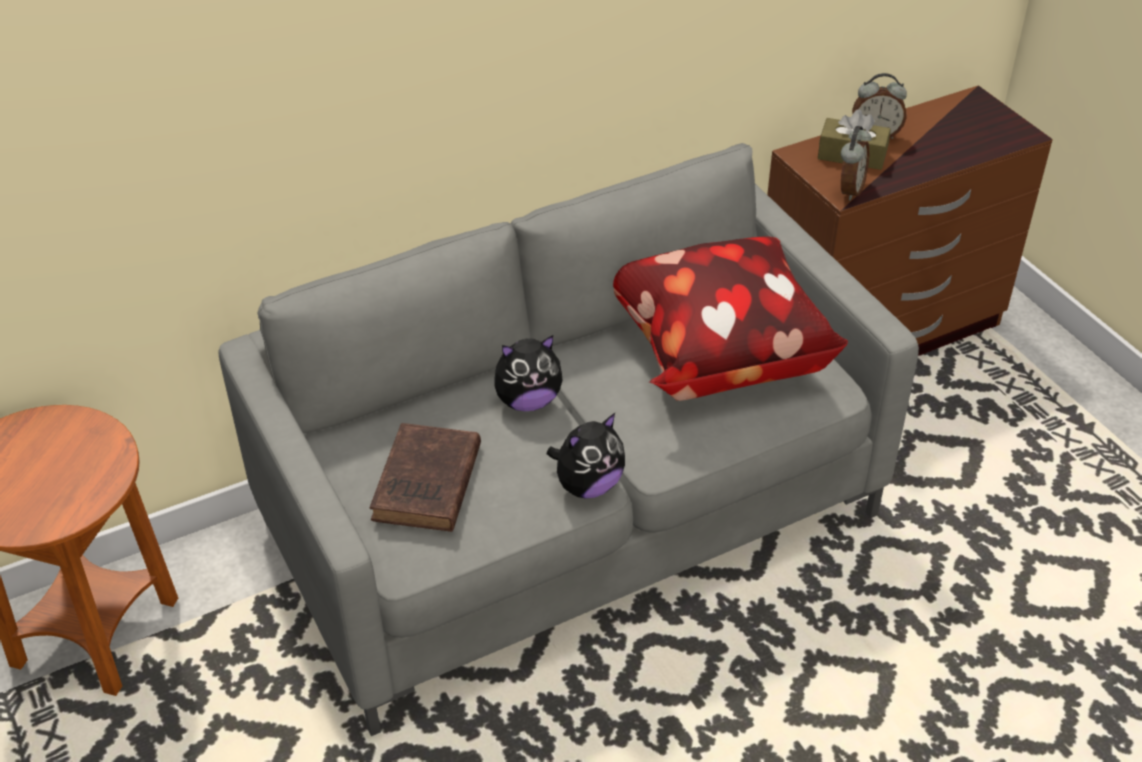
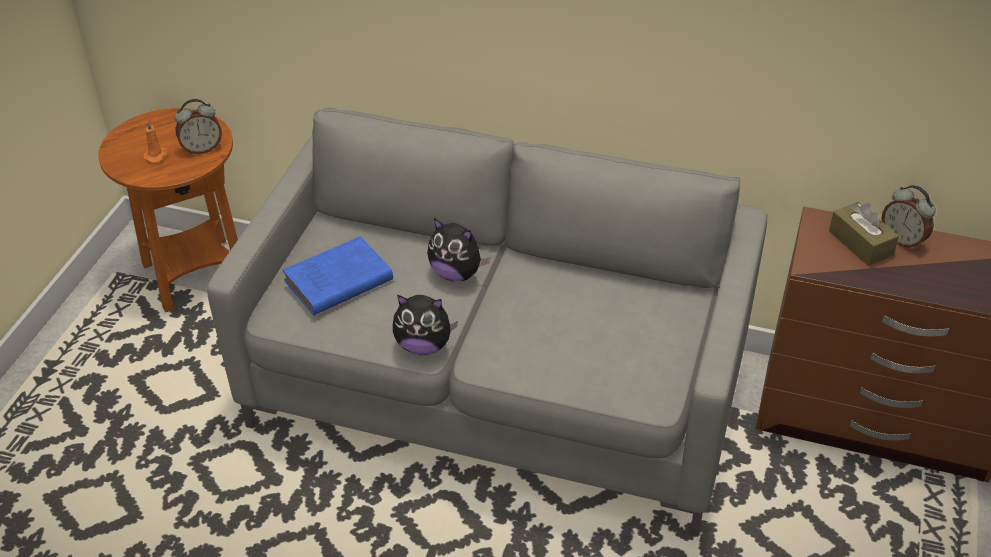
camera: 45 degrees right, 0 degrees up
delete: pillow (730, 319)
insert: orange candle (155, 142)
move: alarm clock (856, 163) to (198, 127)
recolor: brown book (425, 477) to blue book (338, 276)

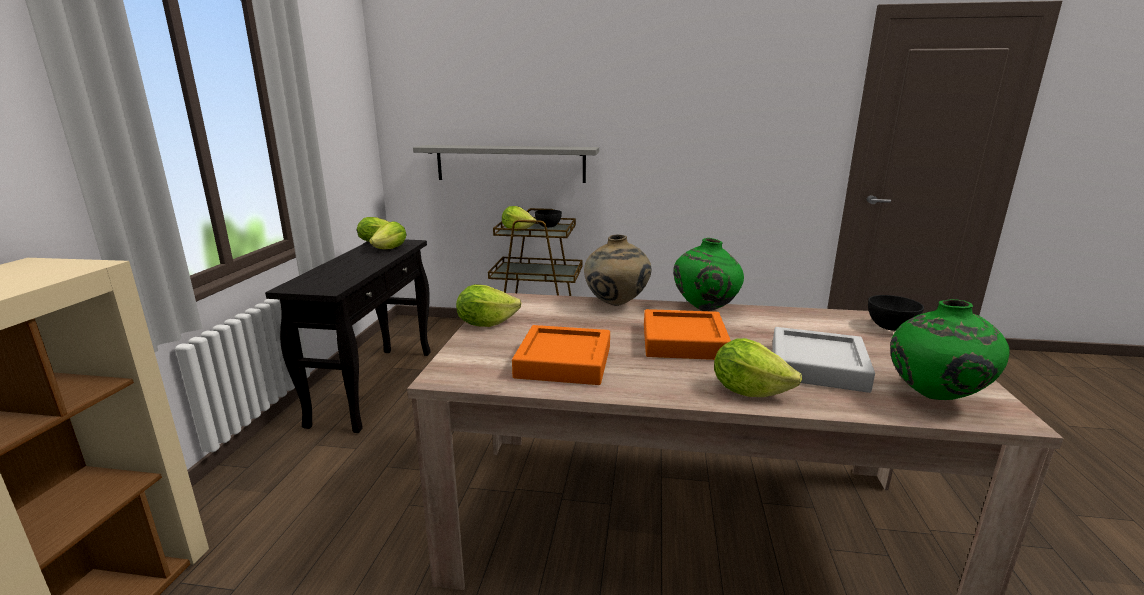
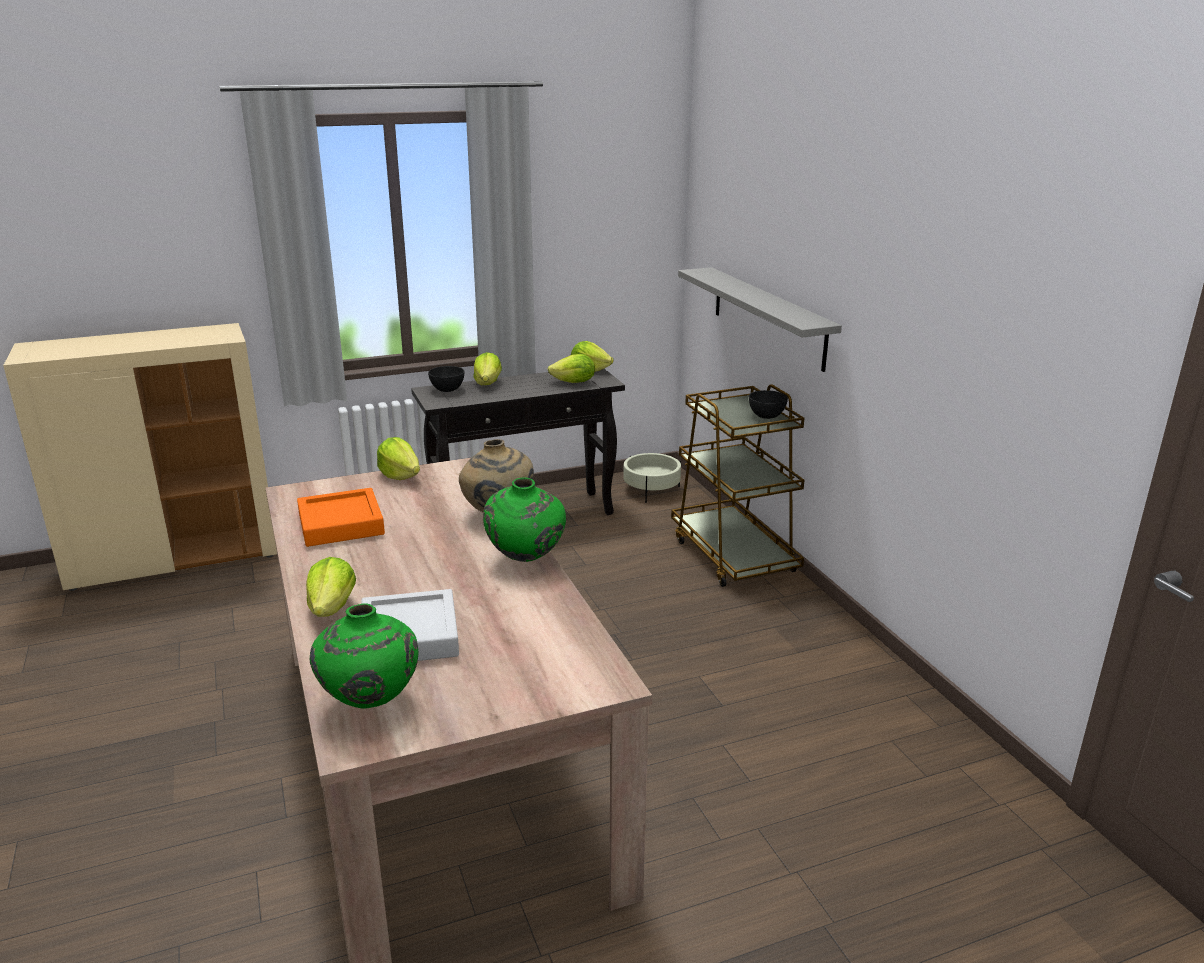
camera: 60 degrees right, 5 degrees up
delete: orange tray (687, 334)
insert: beige planter (652, 478)
move: lettuce (519, 218) to (487, 368); black bowl (896, 313) to (446, 379)

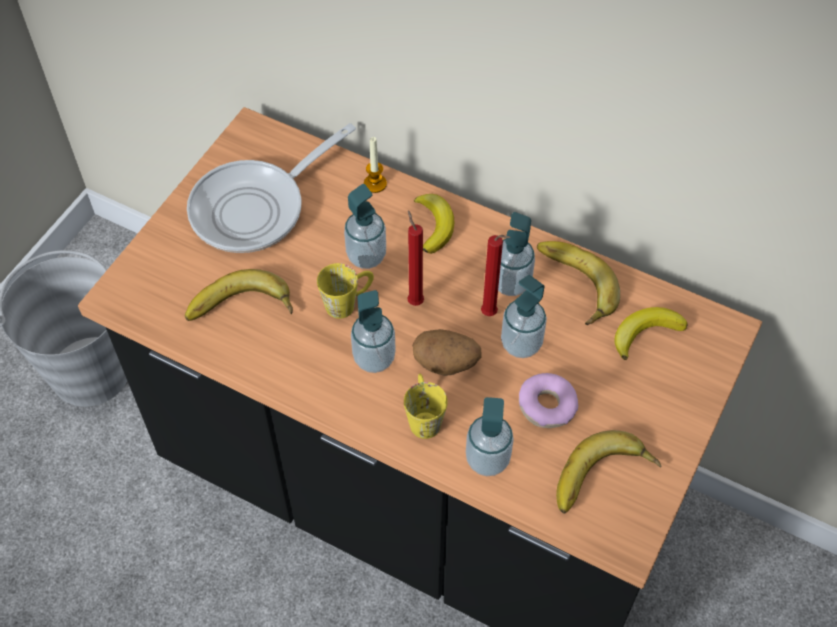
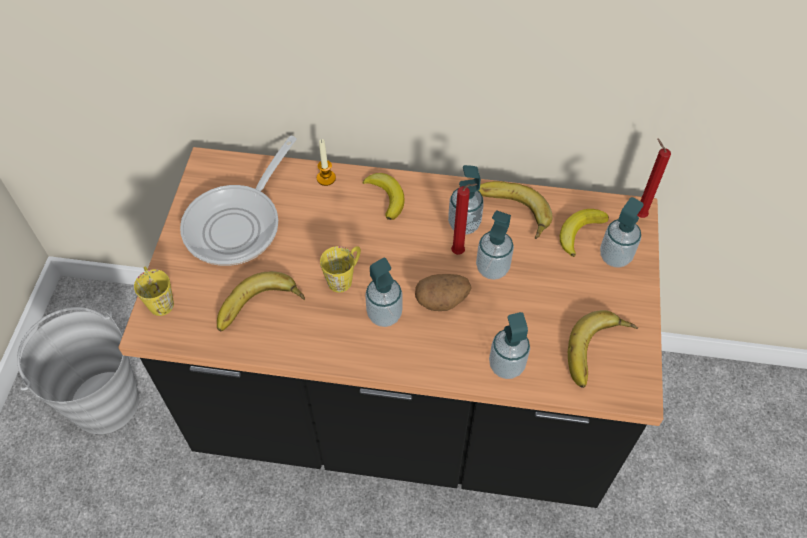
camera: 20 degrees left, 0 degrees up
delete: donut (548, 400)
move: soap dispenser (365, 226) to (622, 232); yellow mug (426, 406) to (154, 291); red candle (416, 258) to (654, 178)

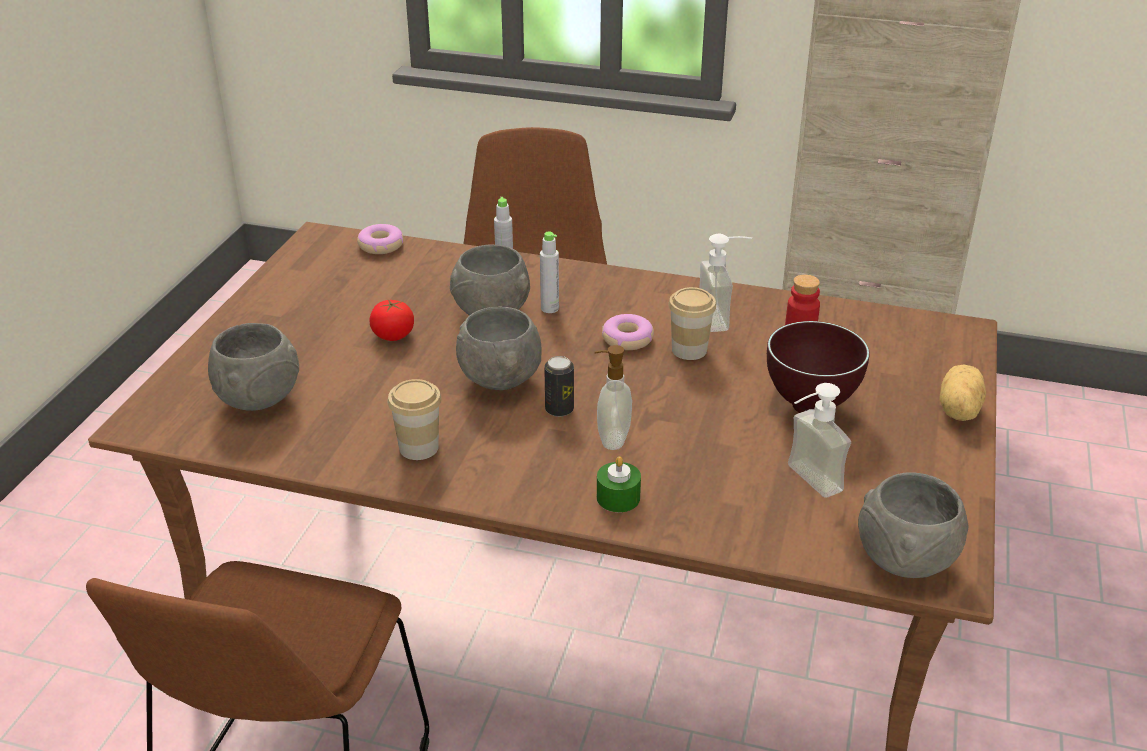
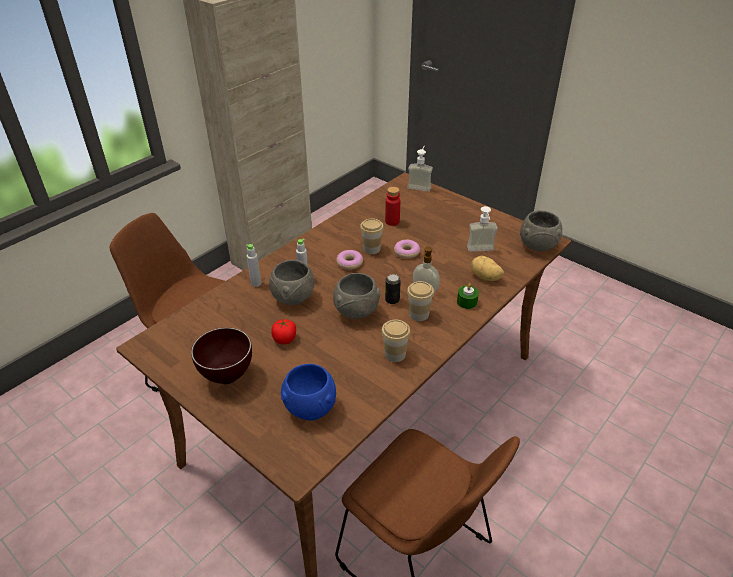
camera: 65 degrees left, 5 degrees up
insert: cup (420, 301)
move: donut (380, 239) to (407, 249); soap dispenser (725, 283) to (420, 168); brown bowl (818, 367) to (221, 356); potato (962, 393) to (487, 268)
recolor: grey bowl (253, 367) to blue bowl (308, 392)

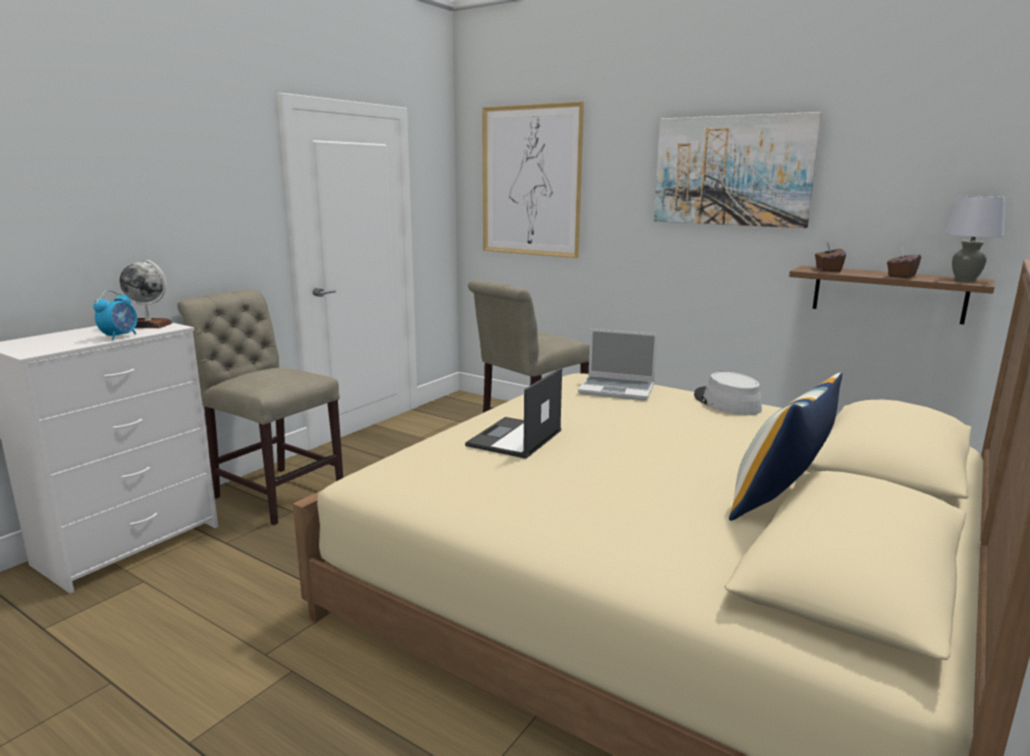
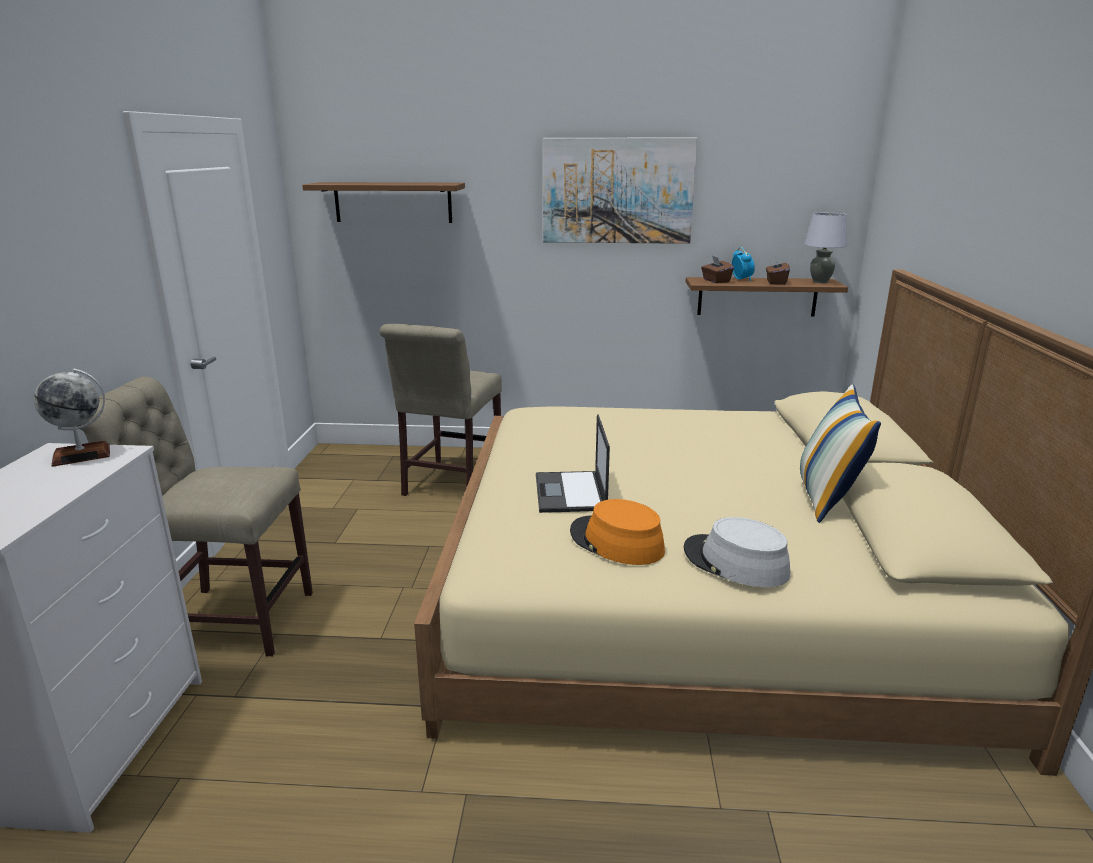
camera: 30 degrees left, 5 degrees up
delete: laptop (618, 365)
insert: orange hat (617, 532)
move: alarm clock (115, 315) to (743, 264); grey hat (728, 393) to (736, 552)
replace: picture (533, 179) to brown shelf (383, 202)

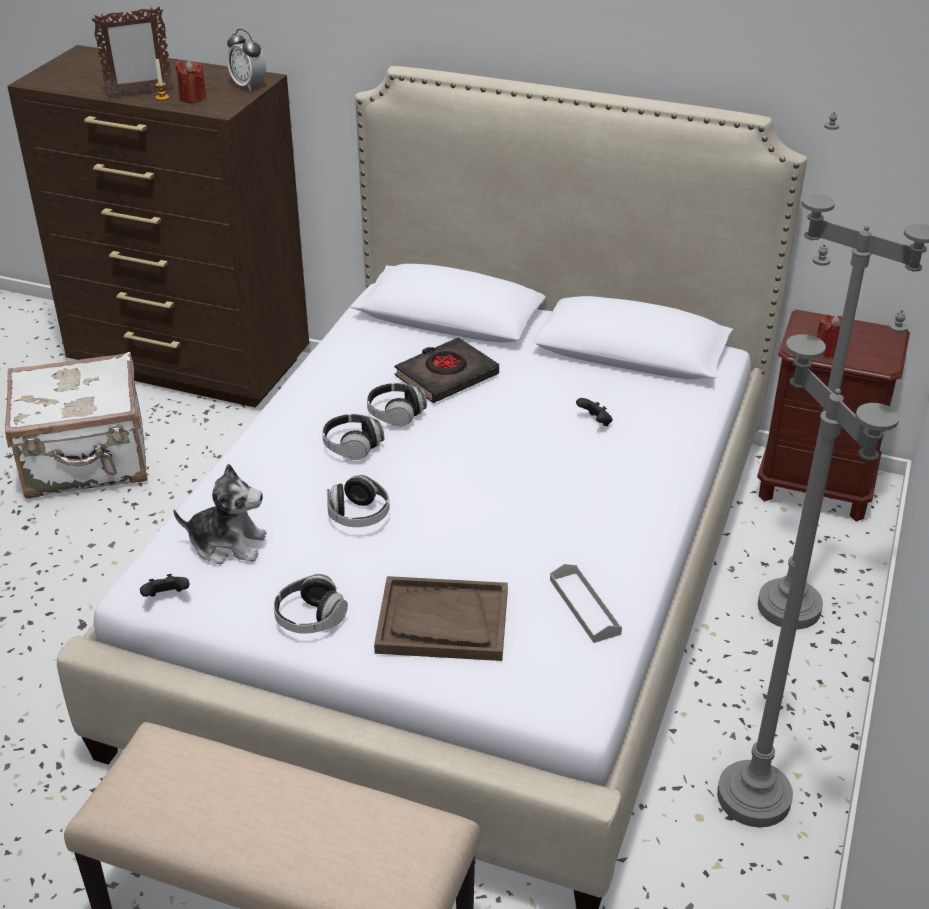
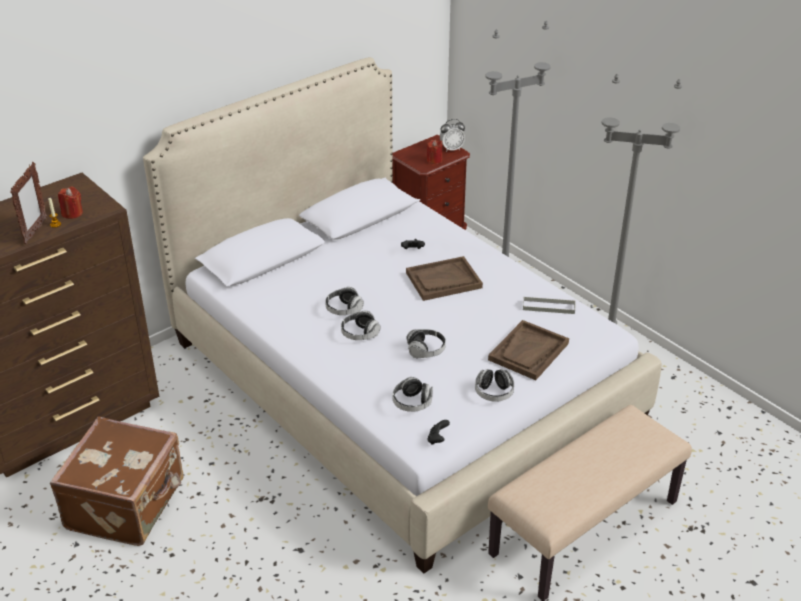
camera: 60 degrees left, 0 degrees up
delete: black book (447, 370)
insert: brown tray (444, 278)
move: alarm clock (246, 60) to (452, 135)
replace: plush toy (220, 514) to headphones (413, 394)
recolor: white suitcase (76, 425) to brown suitcase (117, 481)

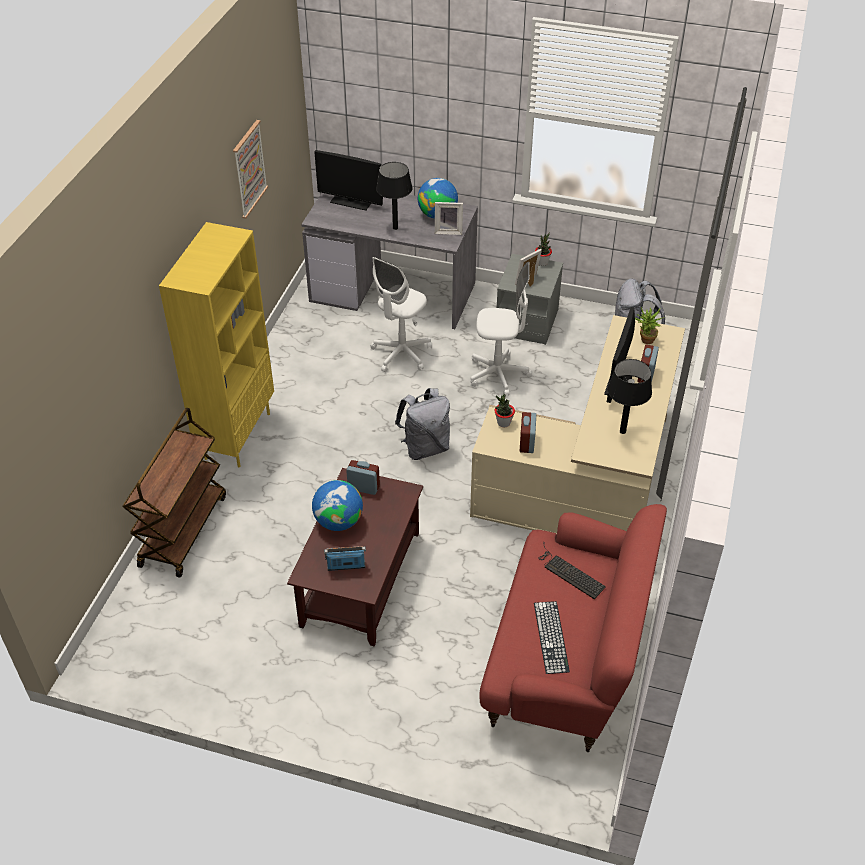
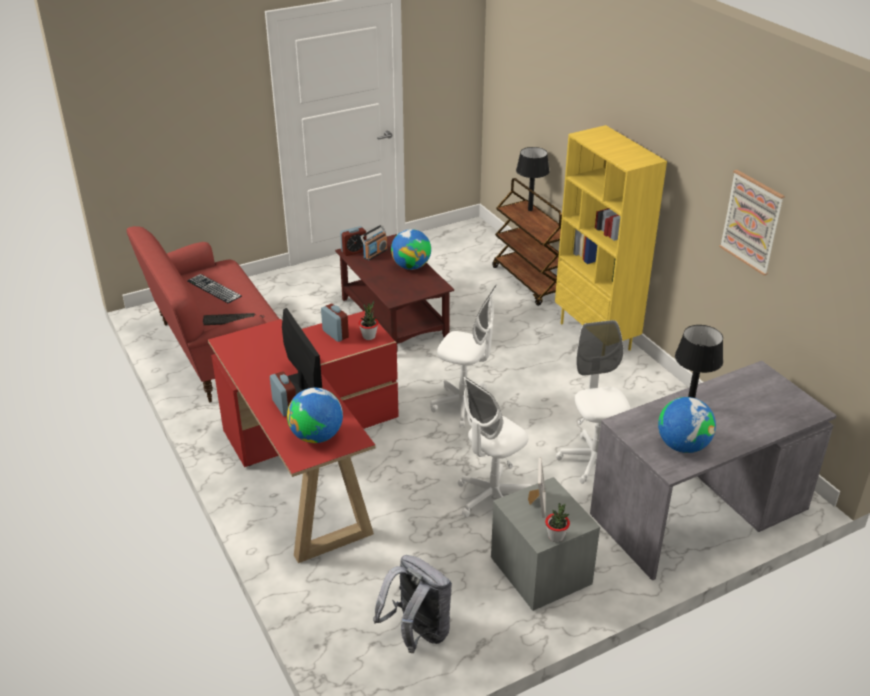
camera: 135 degrees right, 10 degrees down
delete: monitor (348, 180); picture frame (449, 218)
move: alarm clock (363, 477) to (353, 241); black table lamp (629, 396) to (533, 179)
replace: grey backpack (422, 424) to white office chair (463, 356); potted plant (650, 325) to globe (315, 415)
recolor: beige desk (577, 424) to red desk (303, 437)

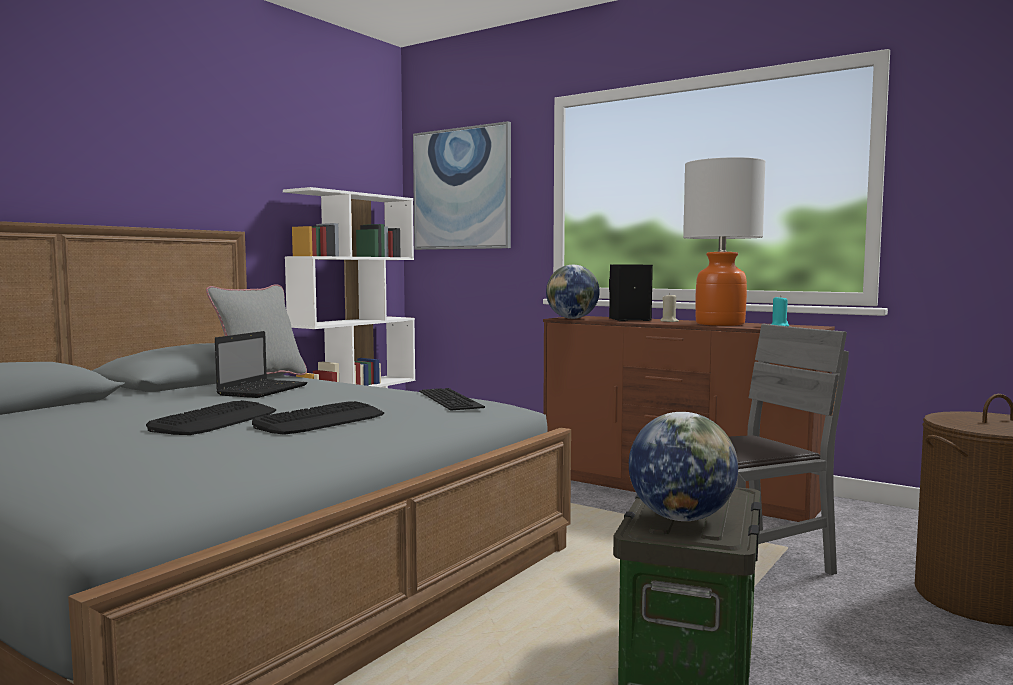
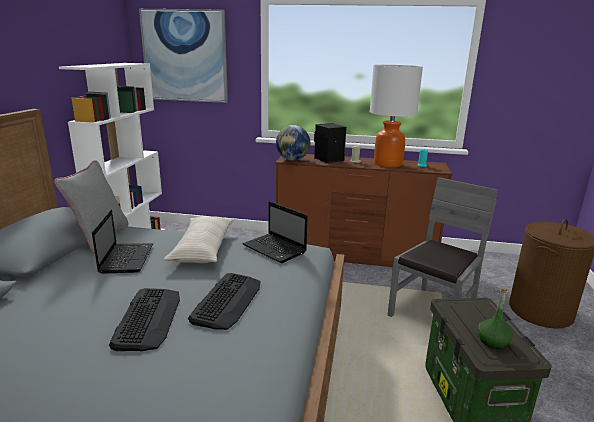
camera: 25 degrees left, 15 degrees up
insert: beige pillow (199, 239)
replace: keyboard (452, 399) to laptop (275, 232); globe (683, 466) to green bottle (495, 318)

